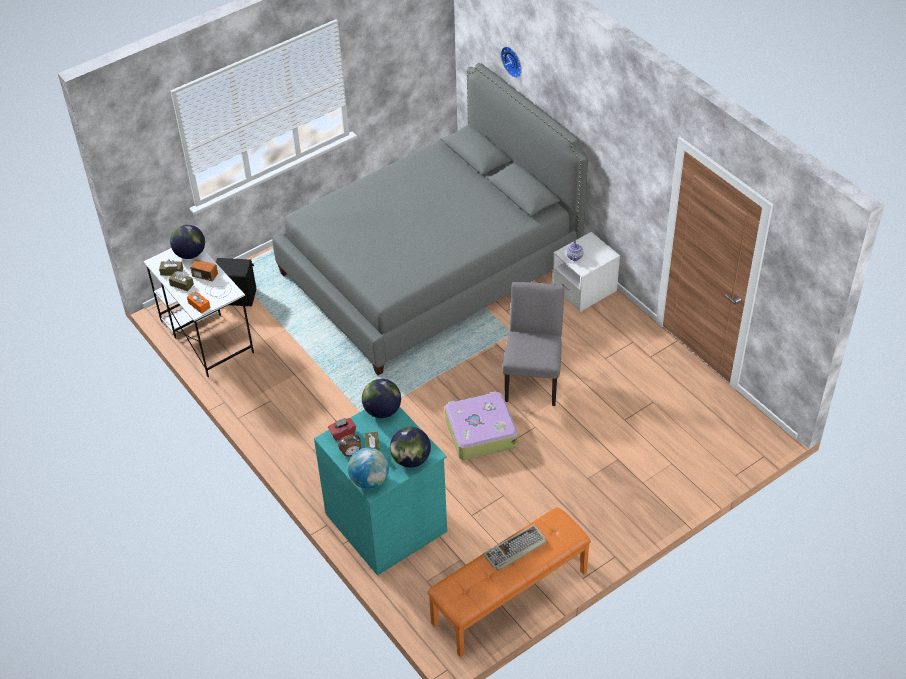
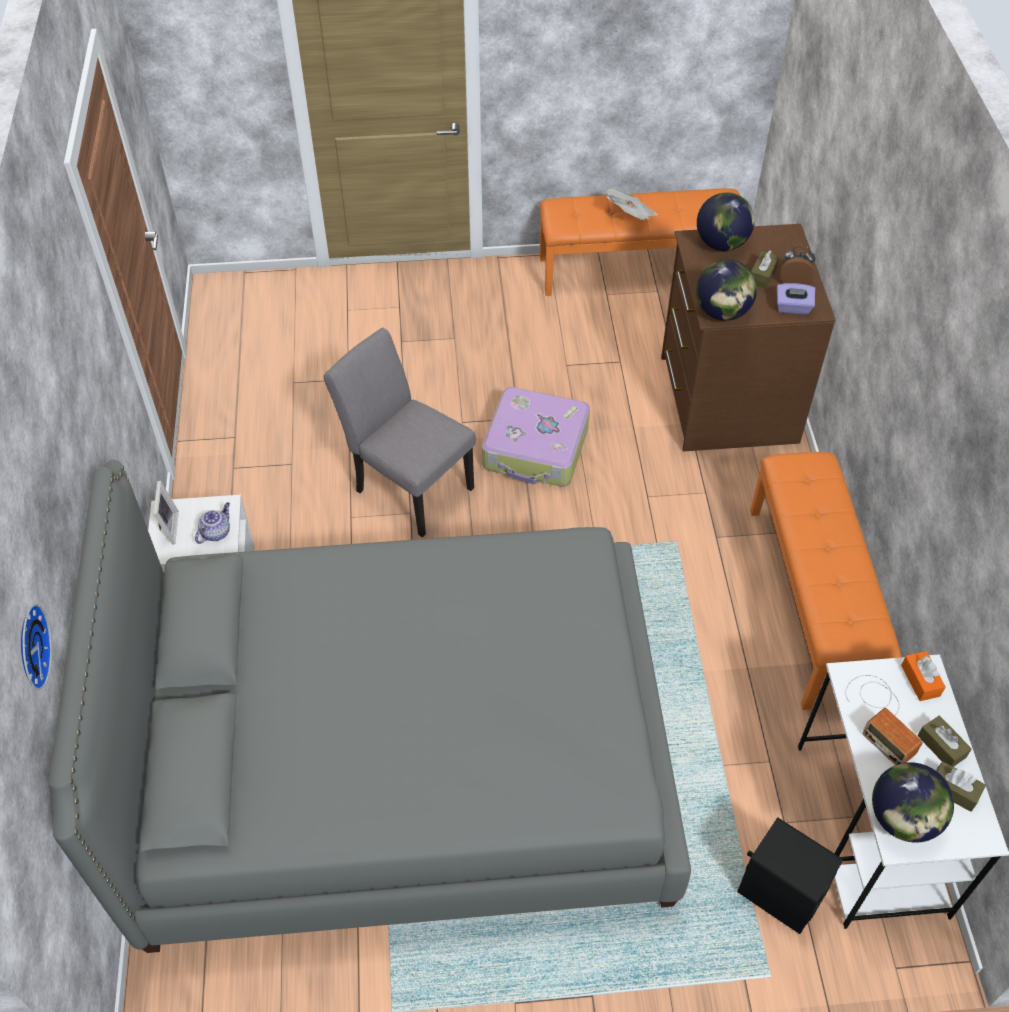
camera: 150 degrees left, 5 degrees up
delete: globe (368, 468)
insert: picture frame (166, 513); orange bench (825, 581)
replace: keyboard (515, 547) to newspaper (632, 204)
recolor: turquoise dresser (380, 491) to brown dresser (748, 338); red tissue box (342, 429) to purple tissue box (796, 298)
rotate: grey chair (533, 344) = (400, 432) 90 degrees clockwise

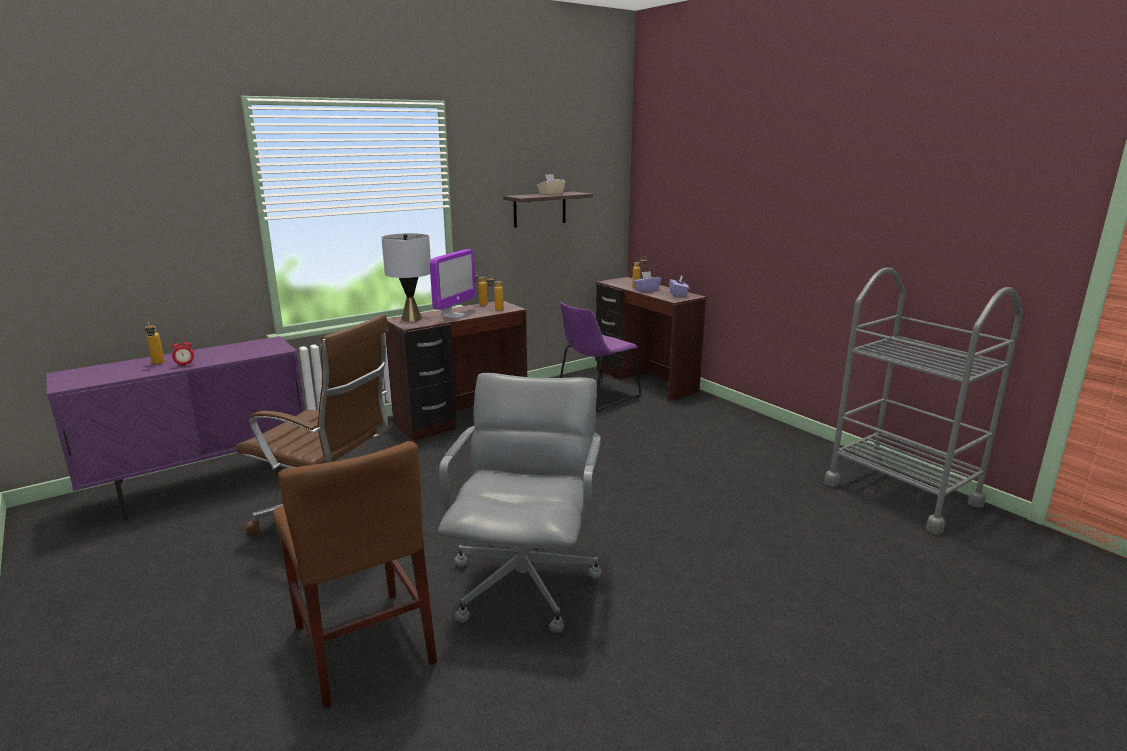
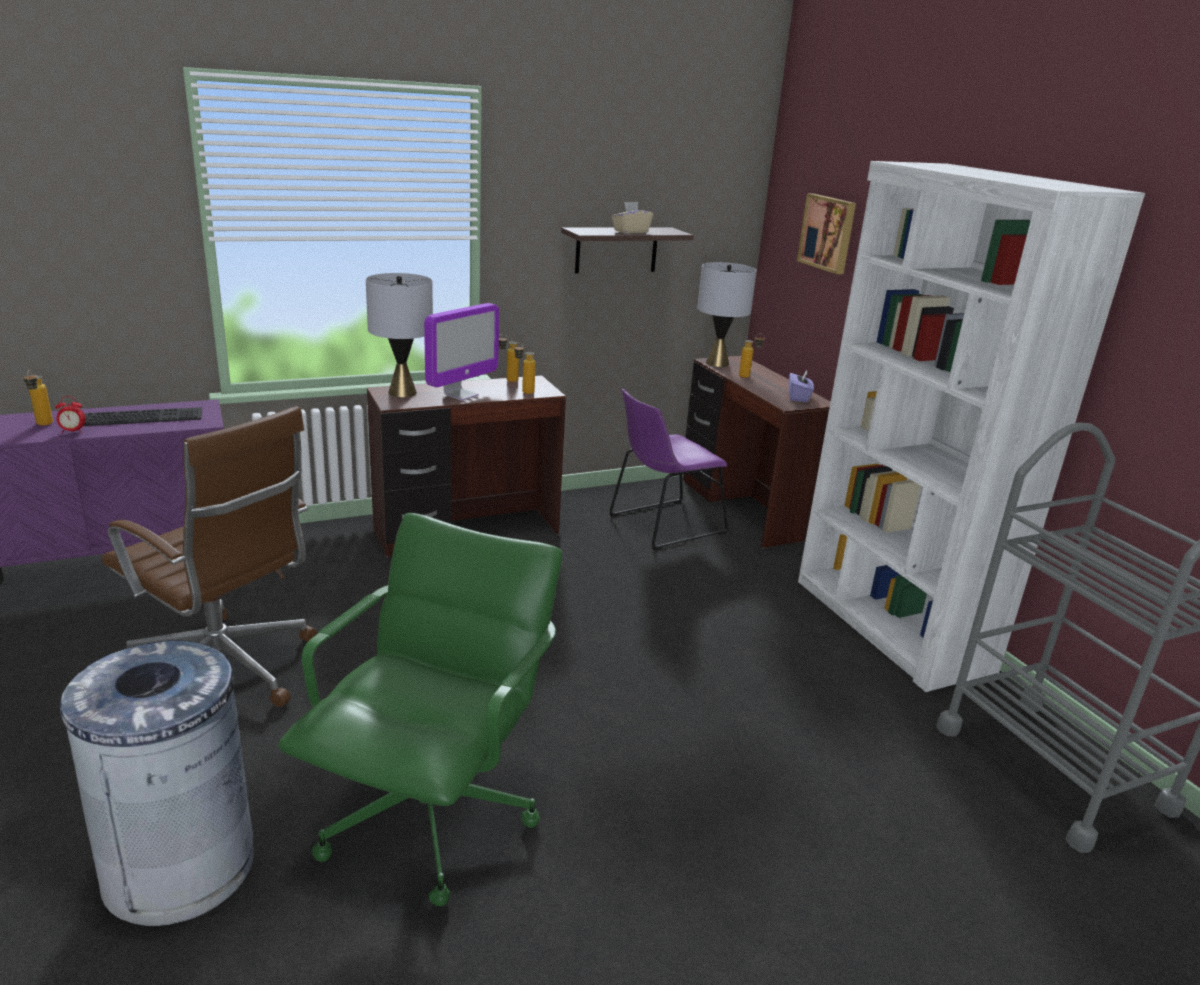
camera: 10 degrees right, 5 degrees up
delete: purple tissue box (647, 281)
insert: keyboard (143, 416); grey table lamp (727, 314); picture (826, 234); white bookcase (971, 426)
replace: brown chair (355, 574) to grey trash can (157, 783)
recolor: grey office chair (520, 503) to green office chair (420, 710)

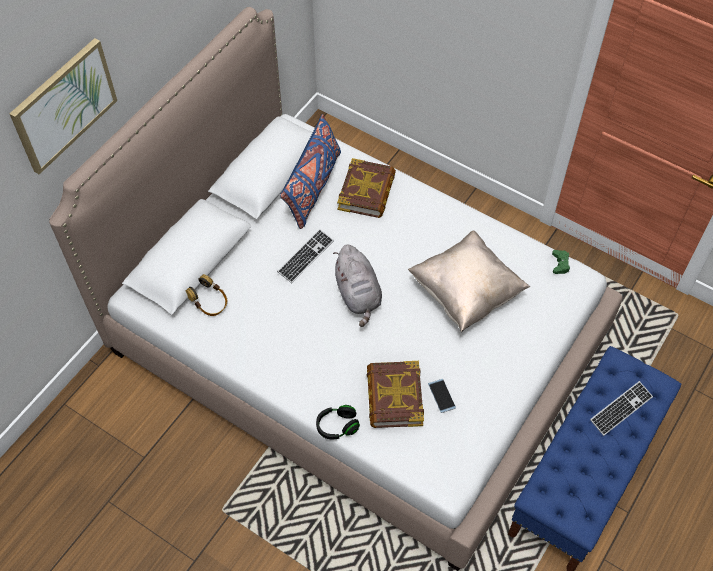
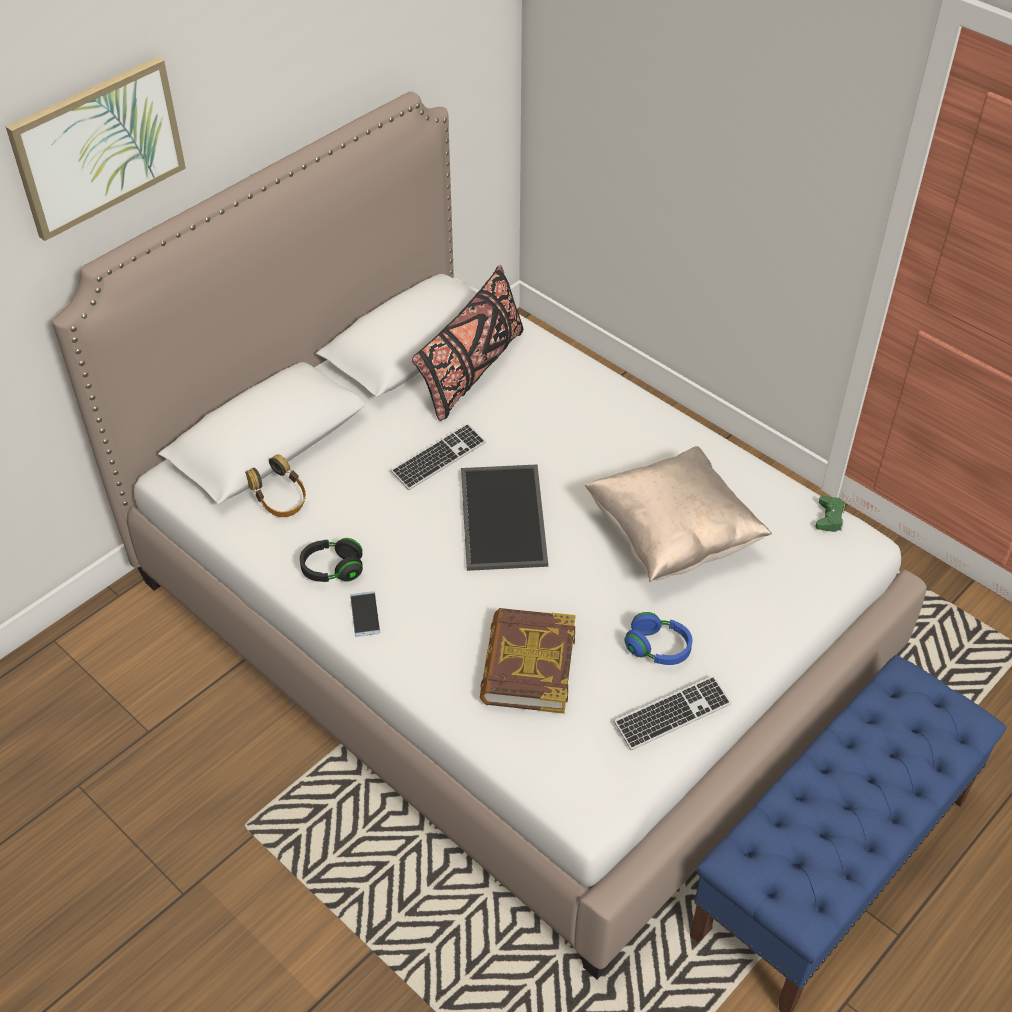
camera: 10 degrees right, 10 degrees down
delete: book (366, 188)
insert: blue headphones (658, 638)
move: black headphones (338, 422) to (331, 560); phone (442, 396) to (365, 614); keyboard (621, 408) to (673, 712)
replace: grey plush toy (357, 286) to tray (504, 517)
recolor: blue pillow (310, 171) to black pillow (468, 343)

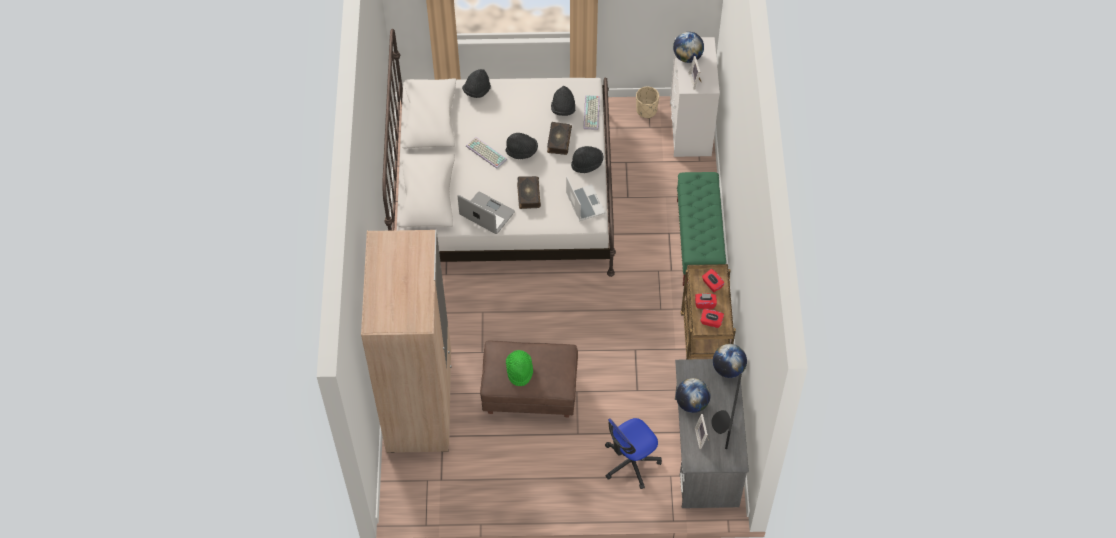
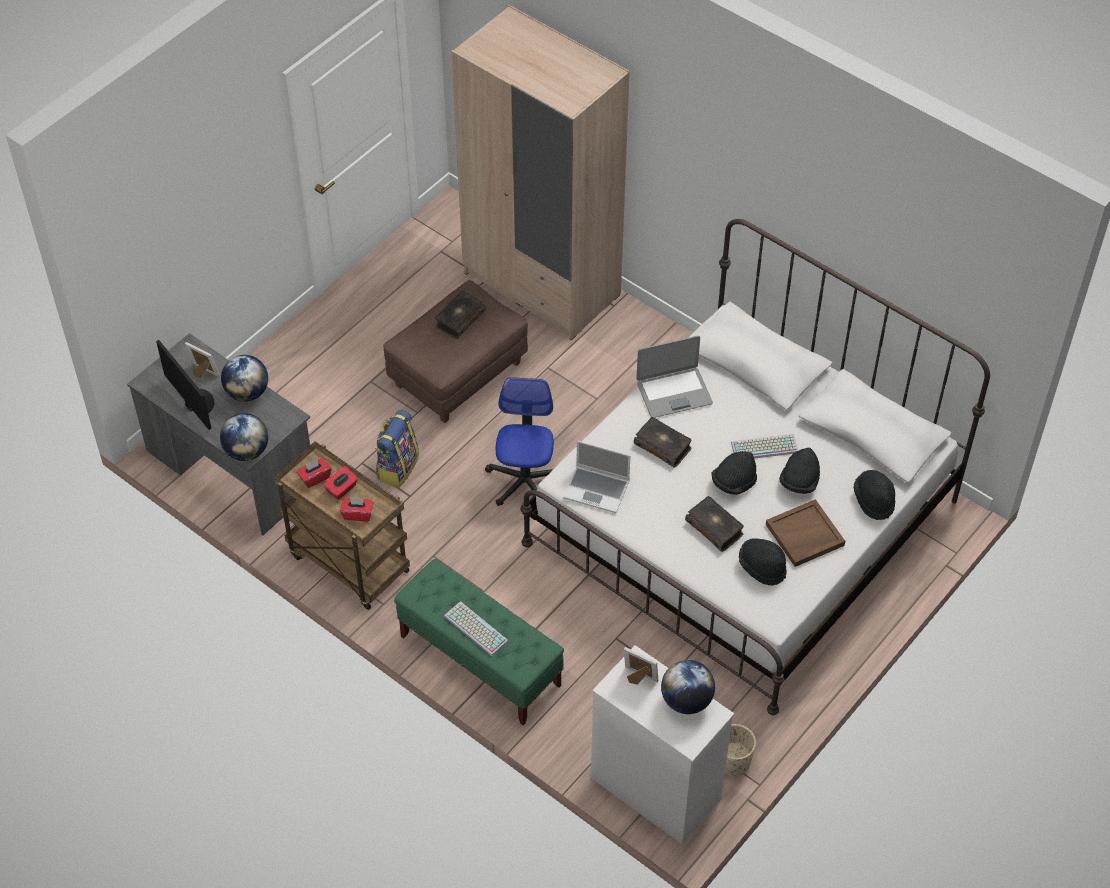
camera: 130 degrees right, 5 degrees down
insert: backpack (397, 449); brown tray (805, 533)
move: black hat (587, 159) to (799, 471); keyboard (591, 112) to (476, 628); office chair (633, 453) to (519, 441)
replace: green hat (519, 368) to book (460, 315)

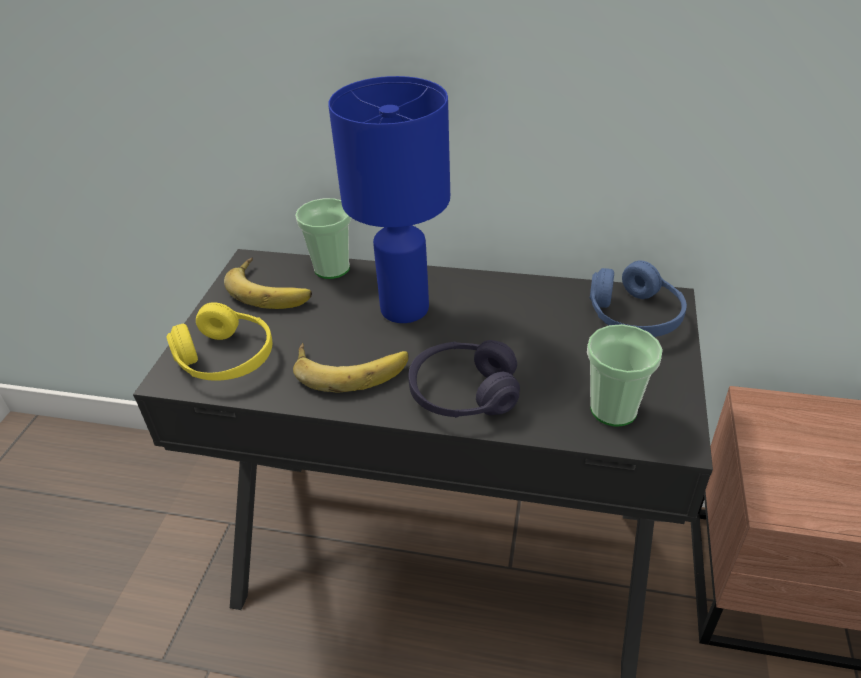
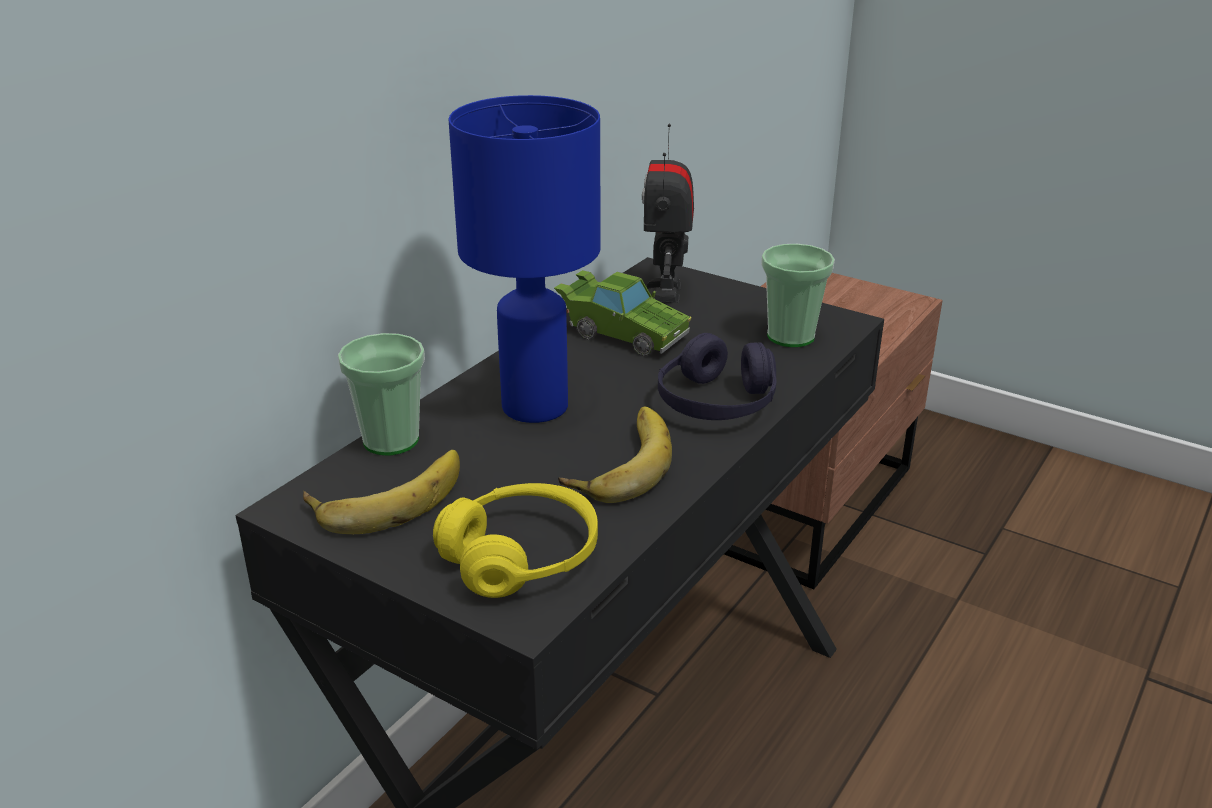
camera: 70 degrees left, 10 degrees down
insert: green toy car (623, 313)
replace: blue headphones (638, 298) to toy robot (668, 213)

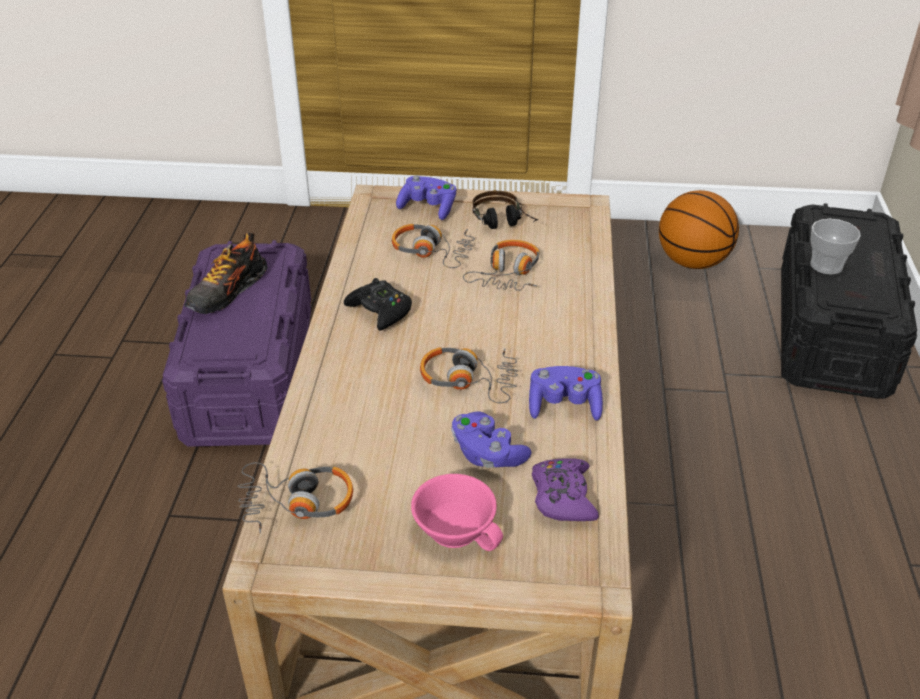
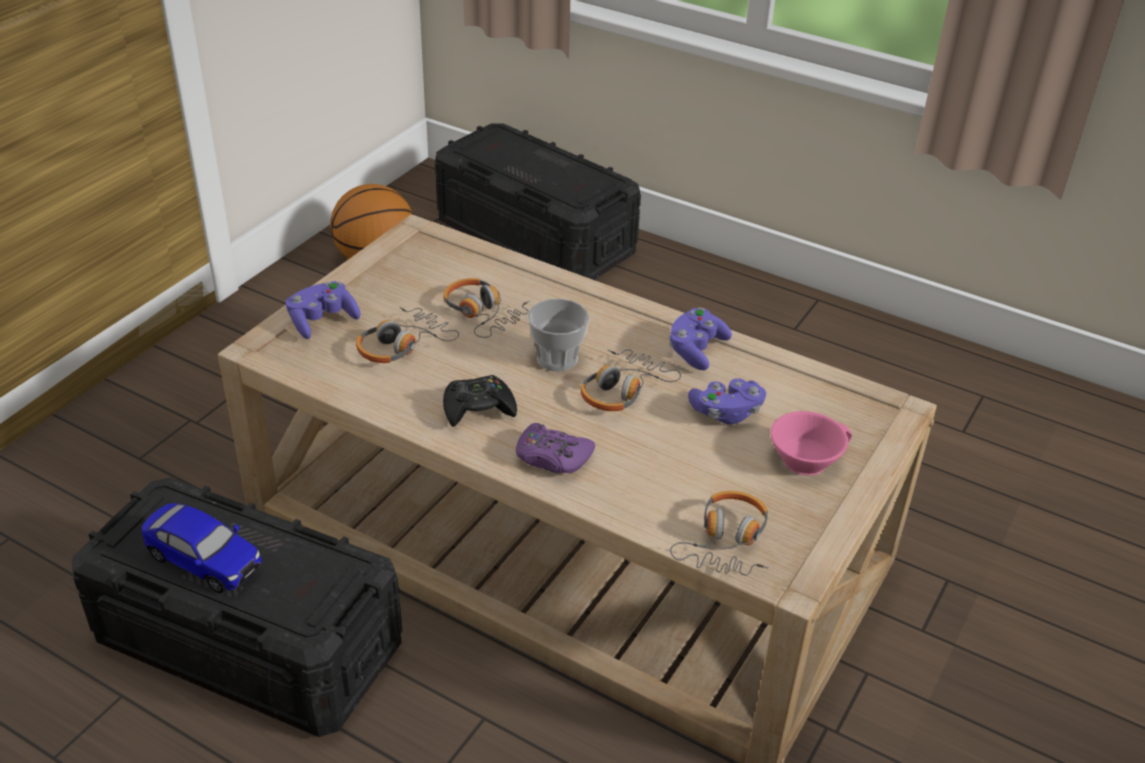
camera: 65 degrees left, 0 degrees up
delete: headphones (505, 210)
move: purple game controller (565, 489) to (555, 448); cup (835, 247) to (558, 335)
replace: shoe (226, 273) to toy car (202, 548)
recolor: purple storage box (236, 343) to black storage box (237, 607)

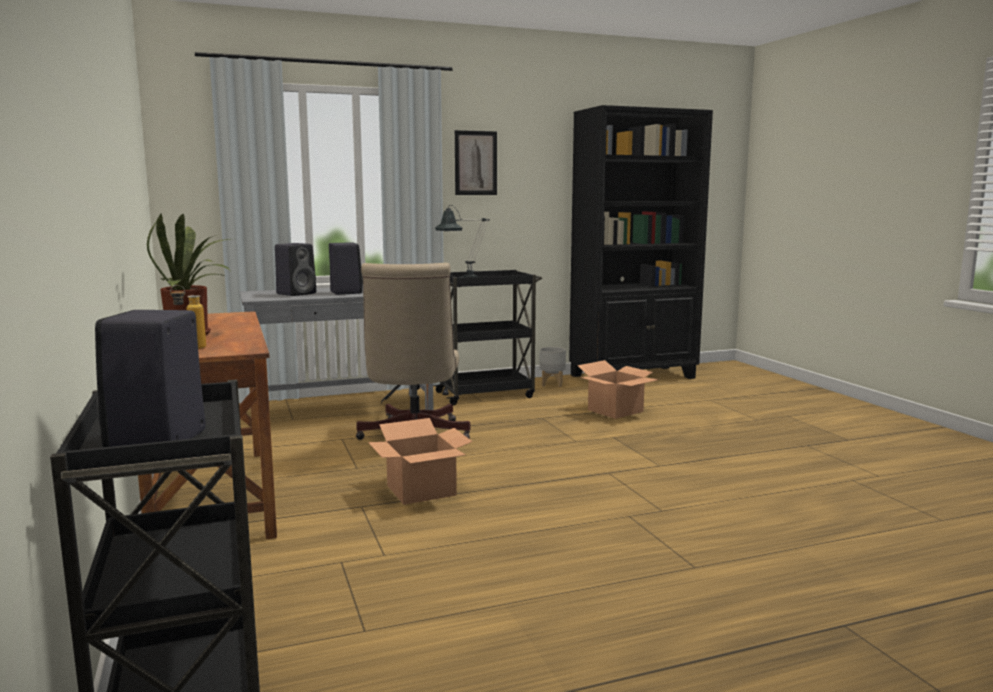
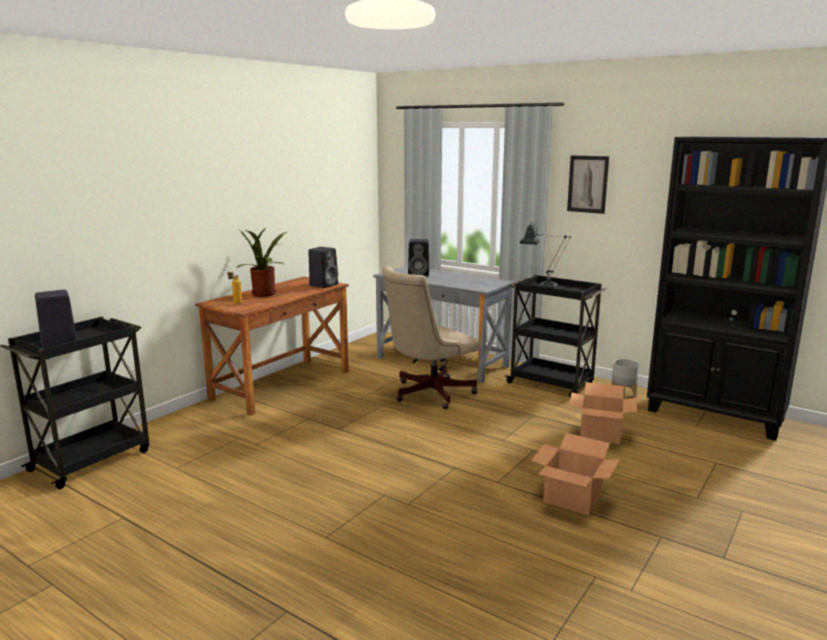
camera: 55 degrees right, 5 degrees up
move: black speaker (346, 268) to (323, 267); cardboard box (420, 461) to (575, 474)

